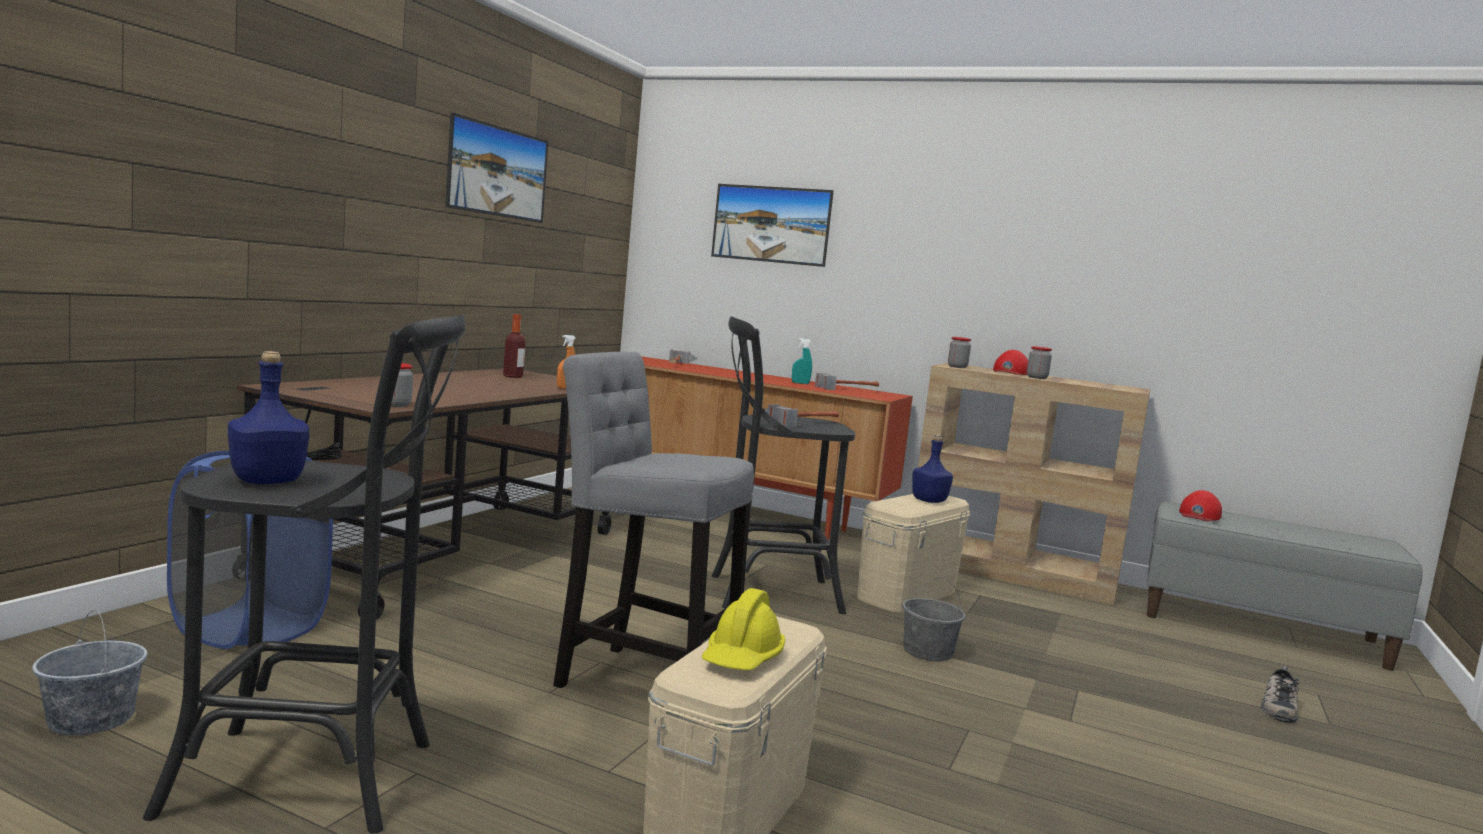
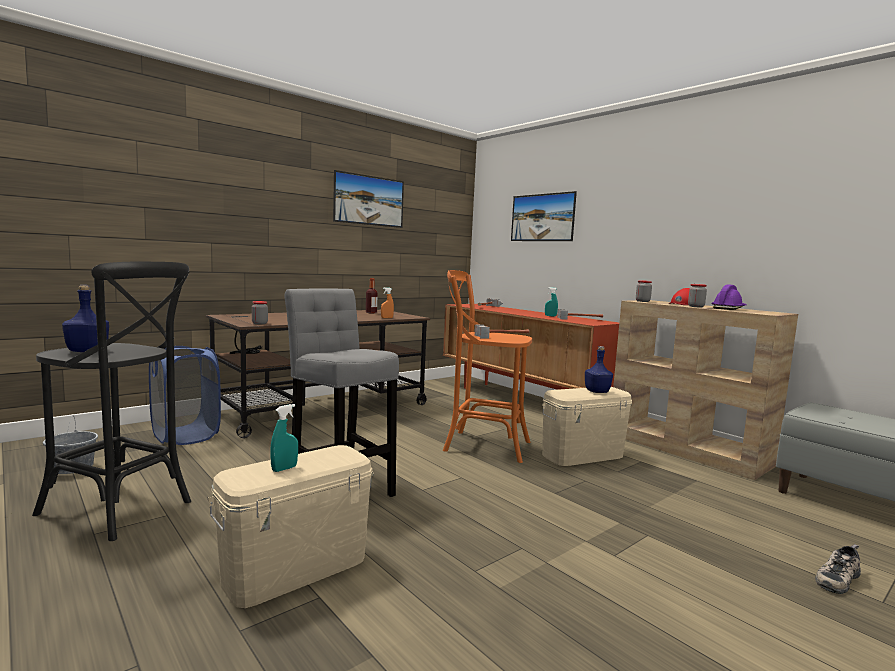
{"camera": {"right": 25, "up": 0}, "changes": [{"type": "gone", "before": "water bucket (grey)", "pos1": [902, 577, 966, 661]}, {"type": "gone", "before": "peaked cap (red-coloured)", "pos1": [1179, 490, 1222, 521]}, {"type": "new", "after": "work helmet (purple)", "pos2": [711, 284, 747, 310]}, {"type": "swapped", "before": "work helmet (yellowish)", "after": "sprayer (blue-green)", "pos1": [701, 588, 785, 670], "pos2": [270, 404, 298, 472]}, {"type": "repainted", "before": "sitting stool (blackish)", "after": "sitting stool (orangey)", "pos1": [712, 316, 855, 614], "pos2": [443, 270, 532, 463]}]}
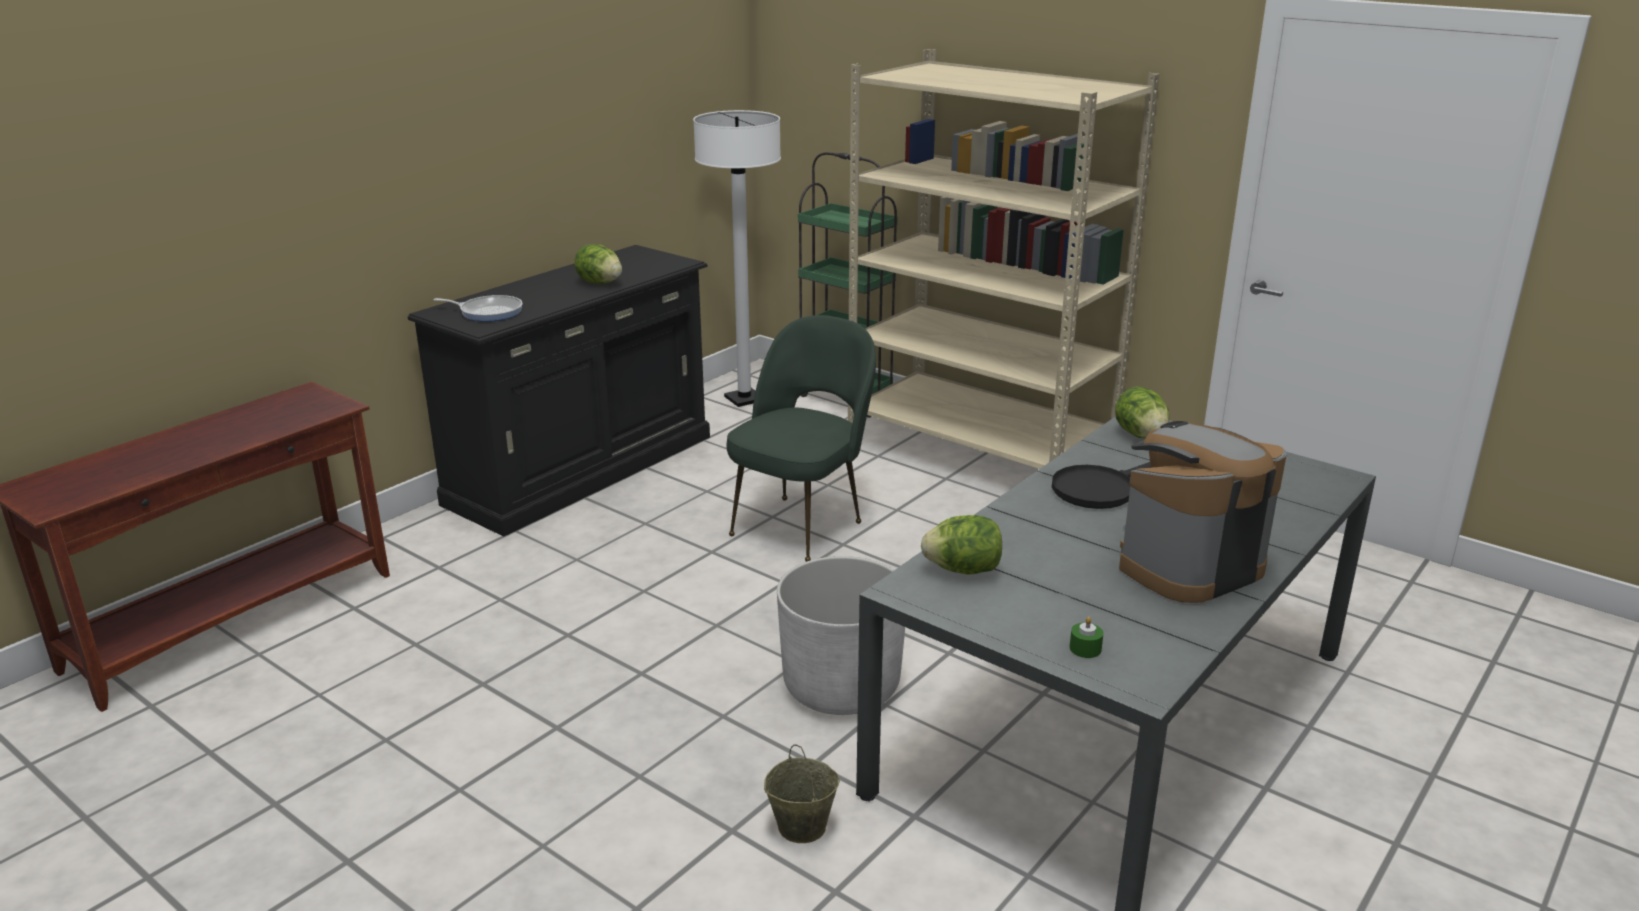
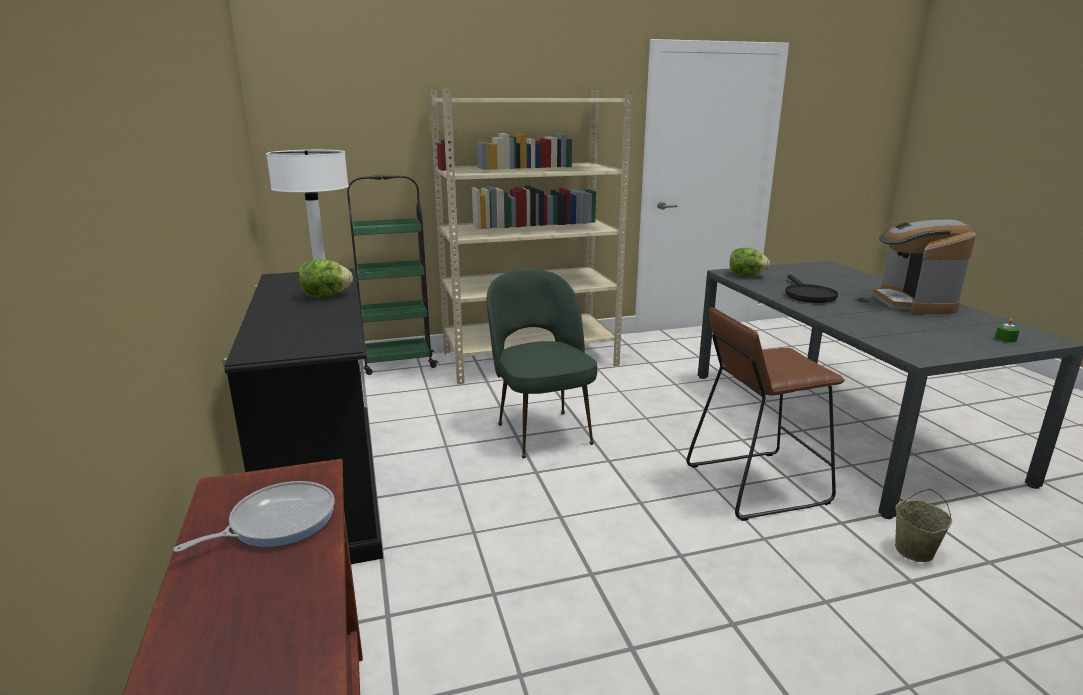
{"camera": {"right": -55, "up": -5}, "changes": [{"type": "gone", "before": "head of lettuce", "pos1": [921, 515, 1002, 575]}, {"type": "shifted", "before": "frying pan", "pos1": [434, 295, 523, 322], "pos2": [173, 481, 334, 552]}, {"type": "swapped", "before": "flower pot (white-coloured)", "after": "sitting stool (brownish)", "pos1": [777, 556, 905, 715], "pos2": [686, 307, 845, 521]}]}
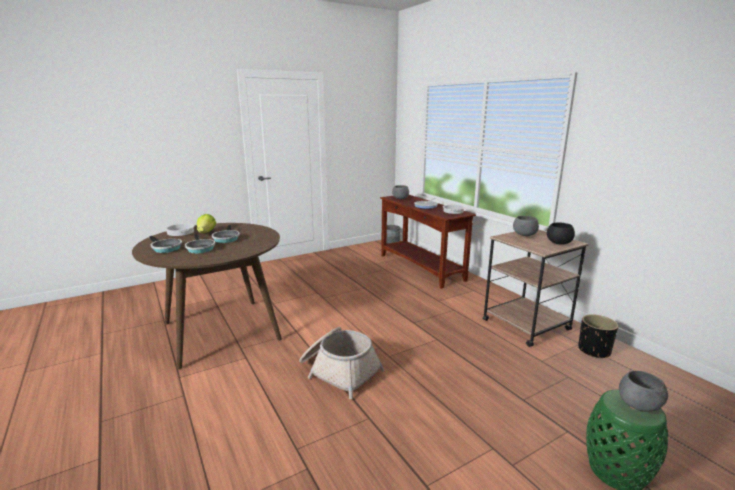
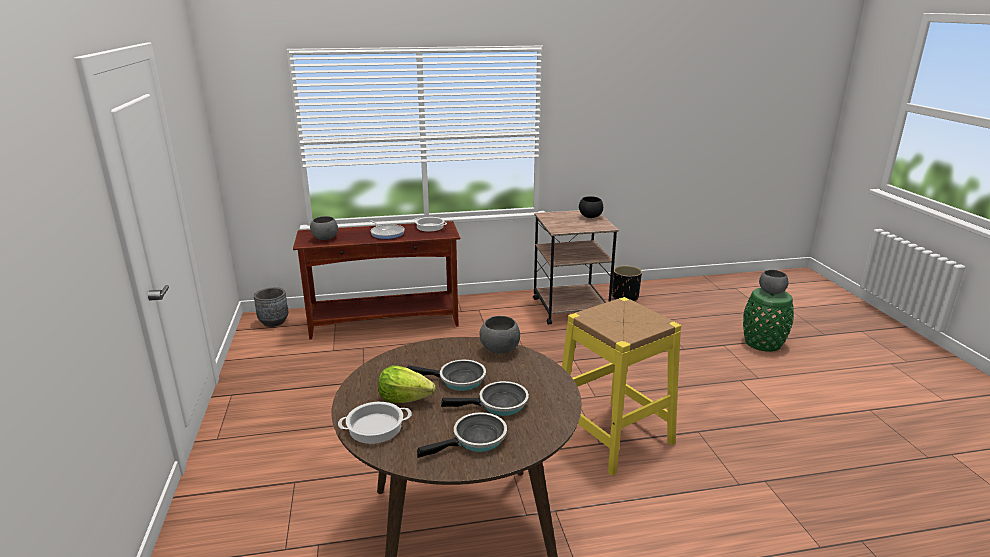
{"camera": {"right": -70, "up": 5}, "changes": [{"type": "shifted", "before": "deep dish (grey)", "pos1": [513, 216, 539, 236], "pos2": [480, 316, 520, 354]}, {"type": "swapped", "before": "basket", "after": "sitting stool (yellowish)", "pos1": [299, 327, 385, 399], "pos2": [562, 297, 681, 476]}]}
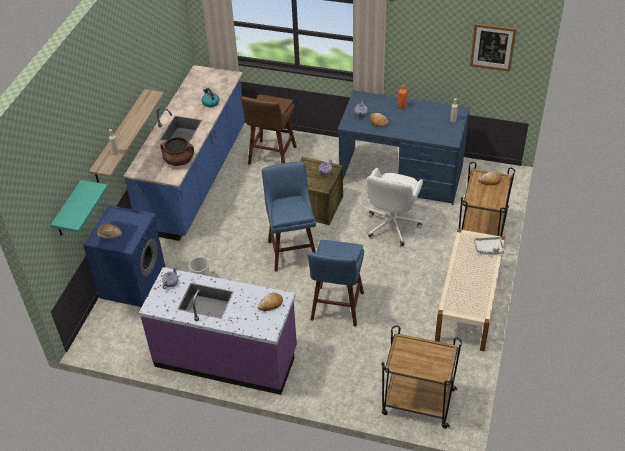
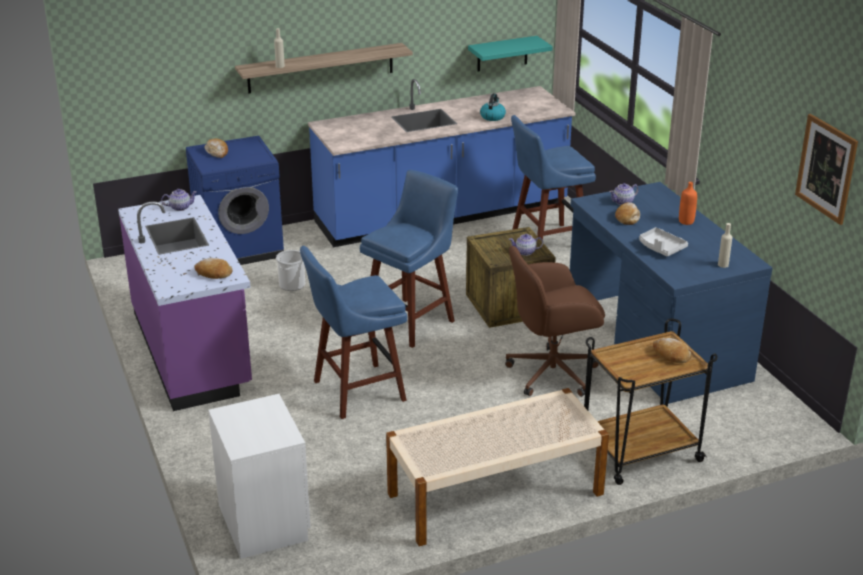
{"camera": {"right": 50, "up": -15}, "changes": [{"type": "gone", "before": "cooking pot (brownish)", "pos1": [160, 137, 194, 166]}, {"type": "shifted", "before": "wall shelf (blue-green)", "pos1": [51, 180, 108, 236], "pos2": [468, 36, 553, 71]}, {"type": "shifted", "before": "serving tray (grey)", "pos1": [474, 237, 505, 254], "pos2": [639, 227, 688, 257]}, {"type": "swapped", "before": "trolley (brownish)", "after": "nightstand (white-coloured)", "pos1": [381, 325, 462, 428], "pos2": [208, 394, 311, 559]}, {"type": "repainted", "before": "sitting stool (brownish)", "after": "sitting stool (blue)", "pos1": [241, 95, 297, 164], "pos2": [511, 115, 596, 240]}, {"type": "repainted", "before": "computer chair (white-coloured)", "after": "computer chair (brownish)", "pos1": [367, 168, 423, 246], "pos2": [505, 246, 605, 397]}]}
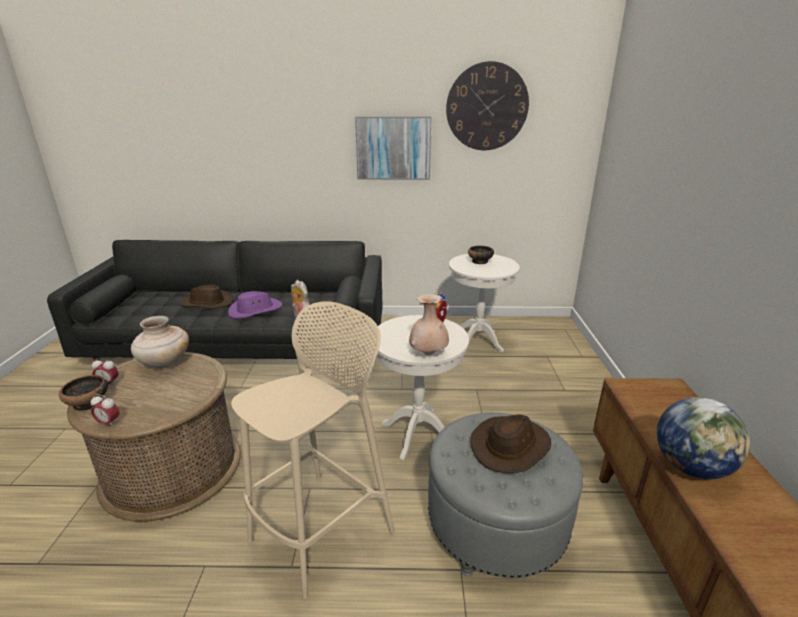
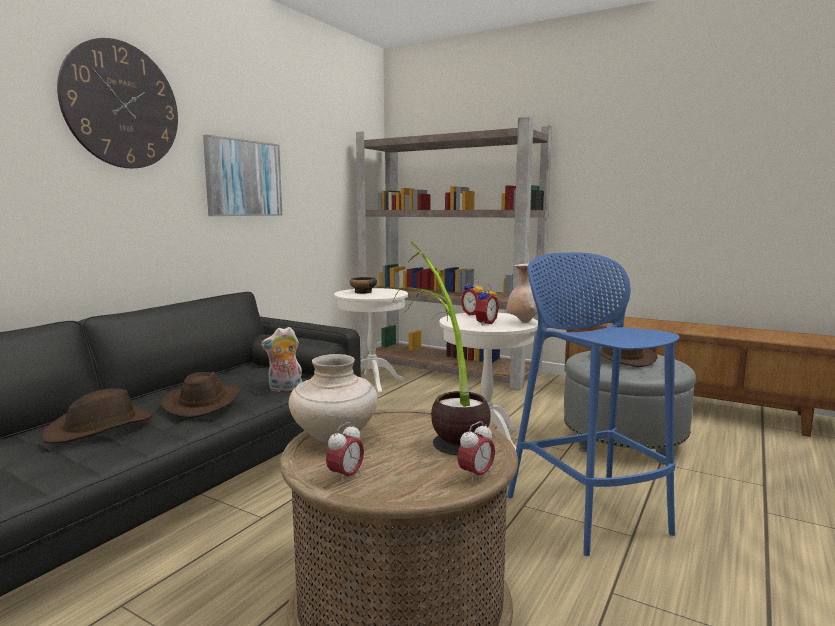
{"camera": {"right": -60, "up": -15}, "changes": [{"type": "gone", "before": "deep dish", "pos1": [59, 375, 108, 411]}, {"type": "gone", "before": "world globe", "pos1": [657, 397, 750, 479]}, {"type": "new", "after": "bookcase (brownish)", "pos2": [356, 117, 552, 390]}, {"type": "new", "after": "potted plant", "pos2": [392, 241, 491, 456]}, {"type": "new", "after": "table clock", "pos2": [474, 284, 499, 325]}, {"type": "shifted", "before": "clock on the wall", "pos1": [446, 61, 529, 150], "pos2": [57, 38, 178, 168]}, {"type": "repainted", "before": "wearable hat (purple)", "after": "wearable hat (brownish)", "pos1": [228, 291, 283, 318], "pos2": [161, 372, 242, 418]}, {"type": "repainted", "before": "sitting stool (beige)", "after": "sitting stool (blue)", "pos1": [231, 301, 395, 599], "pos2": [507, 252, 680, 556]}]}
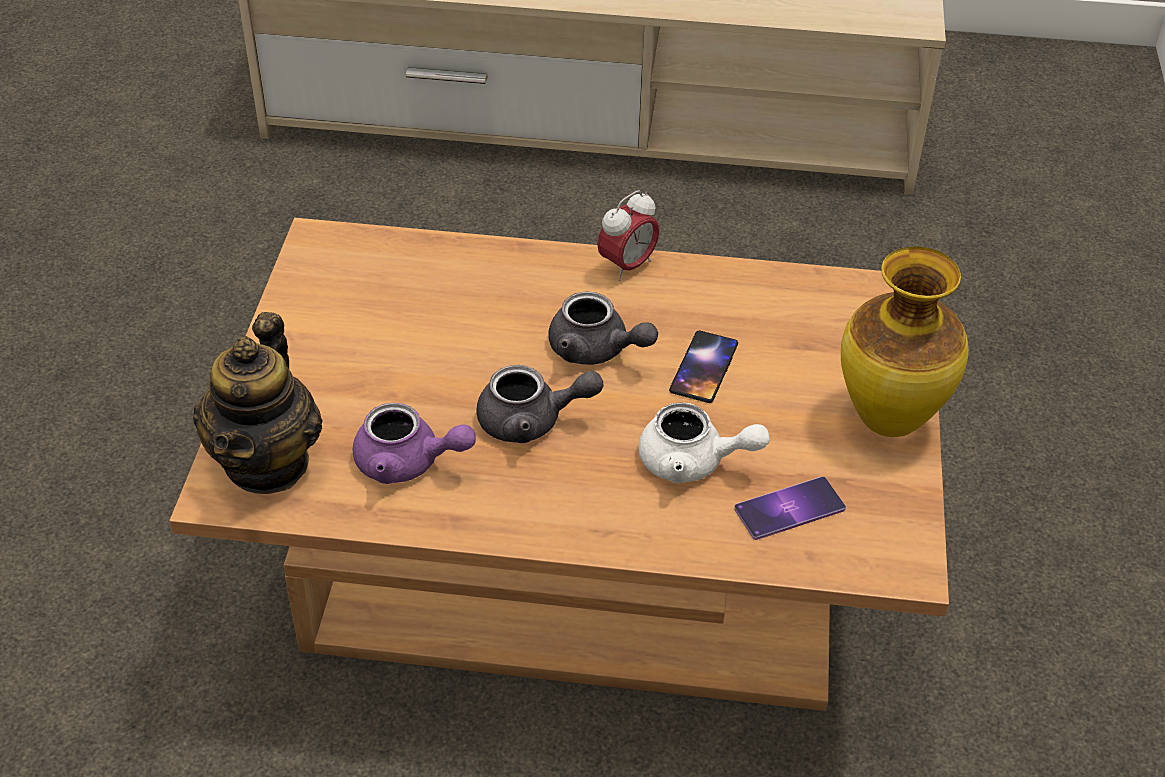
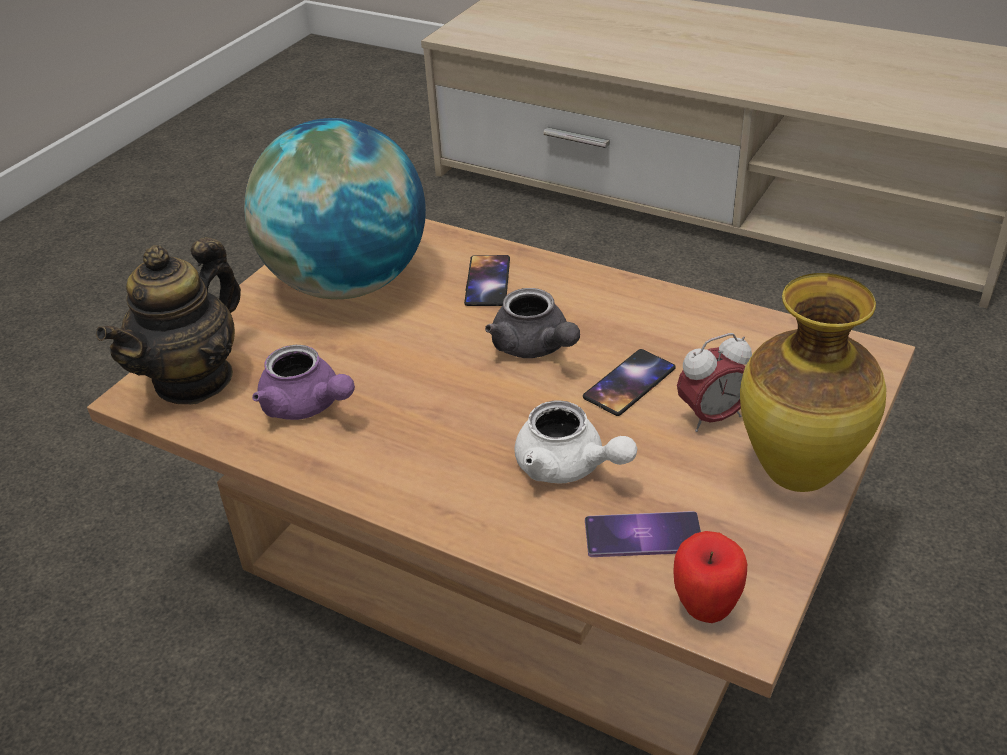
{"camera": {"right": 25, "up": -5}, "changes": [{"type": "gone", "before": "pot for tea (grey)", "pos1": [477, 365, 604, 443]}, {"type": "new", "after": "world globe", "pos2": [244, 118, 426, 299]}, {"type": "new", "after": "telephone", "pos2": [464, 255, 510, 306]}, {"type": "new", "after": "apple", "pos2": [673, 531, 747, 623]}, {"type": "shifted", "before": "table clock", "pos1": [597, 190, 660, 281], "pos2": [677, 333, 752, 432]}]}
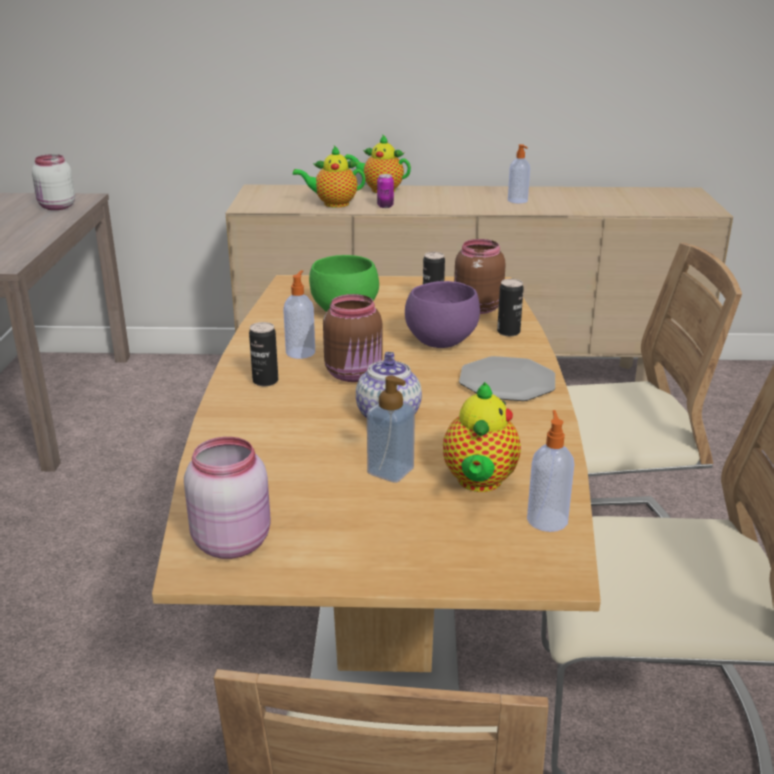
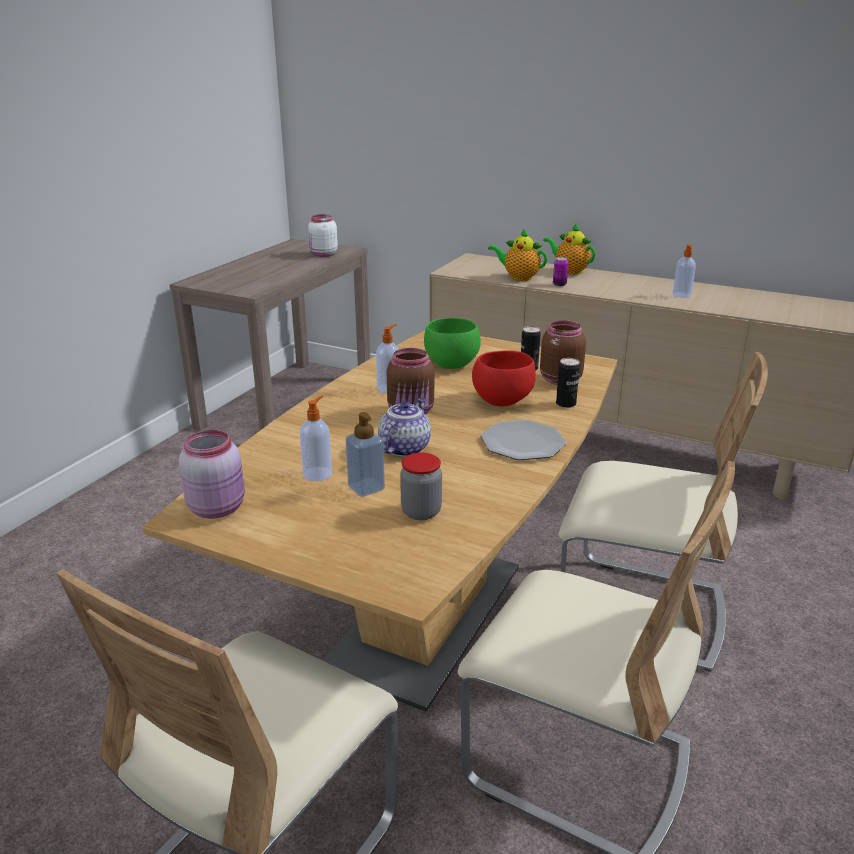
{"camera": {"right": 25, "up": 0}, "changes": [{"type": "gone", "before": "can", "pos1": [249, 322, 278, 386]}, {"type": "shifted", "before": "soap bottle", "pos1": [527, 410, 574, 532], "pos2": [300, 396, 332, 481]}, {"type": "swapped", "before": "pot for tea", "after": "preserve jar", "pos1": [443, 382, 521, 492], "pos2": [400, 453, 442, 520]}, {"type": "repainted", "before": "deep dish (purple)", "after": "deep dish (red-coloured)", "pos1": [405, 281, 480, 348], "pos2": [472, 350, 536, 407]}]}
